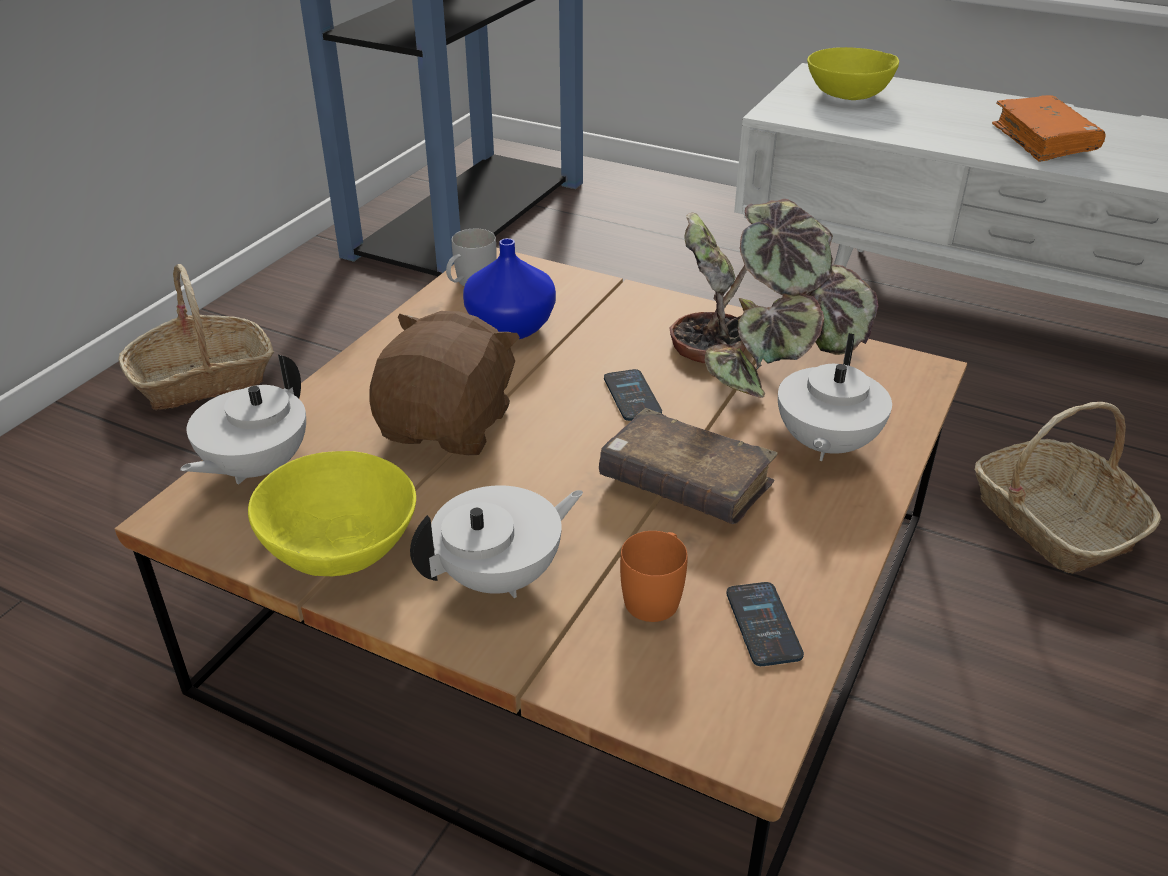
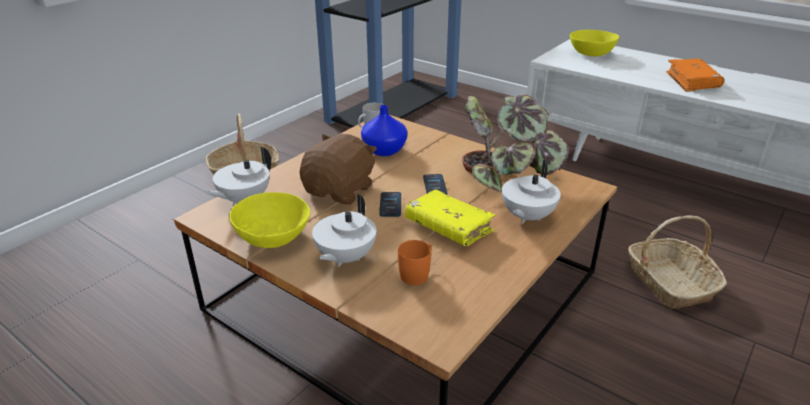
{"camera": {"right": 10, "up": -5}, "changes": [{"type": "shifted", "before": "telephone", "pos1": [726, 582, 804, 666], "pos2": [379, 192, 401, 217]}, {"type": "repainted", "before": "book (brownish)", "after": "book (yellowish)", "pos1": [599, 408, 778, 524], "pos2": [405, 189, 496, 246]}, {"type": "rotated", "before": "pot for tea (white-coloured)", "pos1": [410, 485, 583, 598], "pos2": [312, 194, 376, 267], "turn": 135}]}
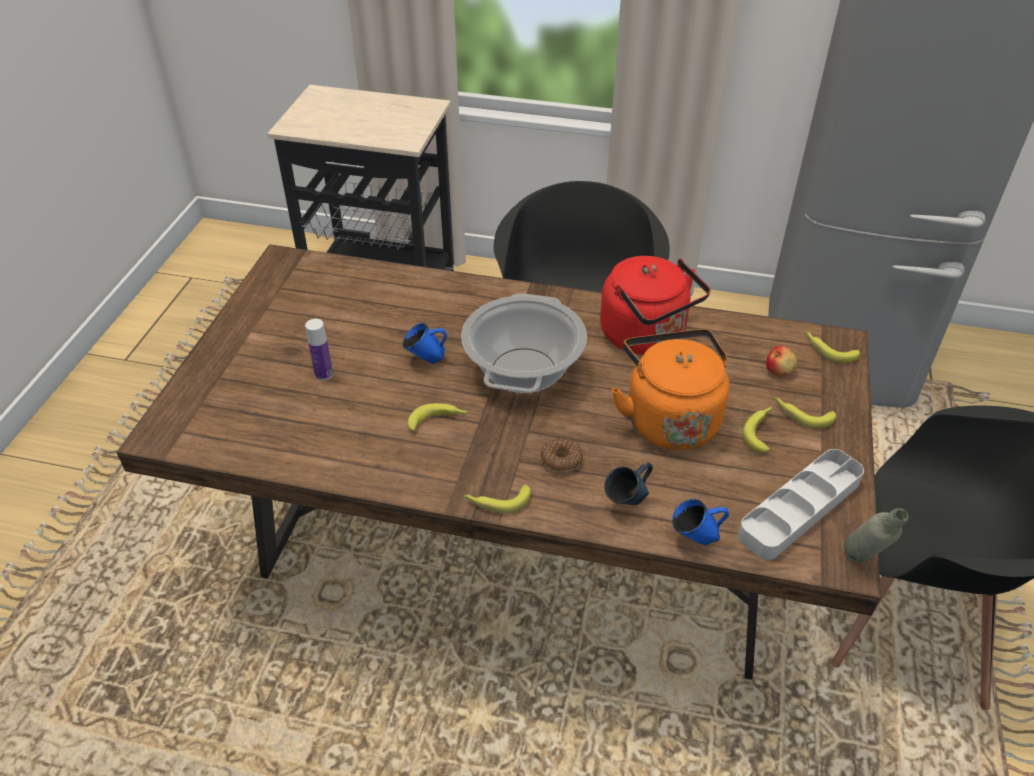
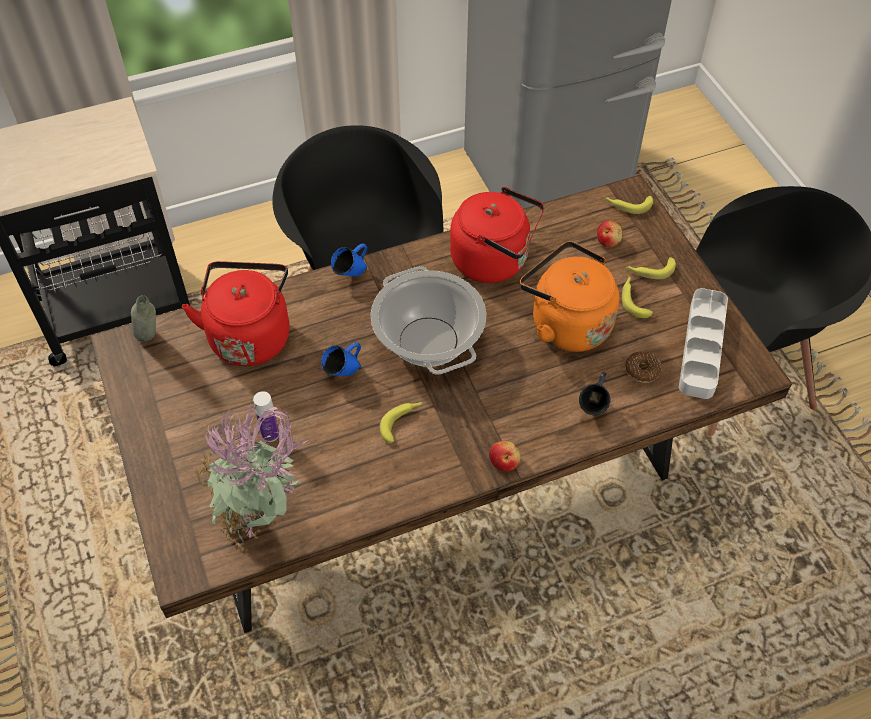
{"camera": {"right": -35, "up": 10}, "changes": [{"type": "new", "after": "tea kettle (red-coloured)", "pos2": [182, 261, 290, 366]}, {"type": "new", "after": "potted plant", "pos2": [195, 404, 308, 547]}, {"type": "shifted", "before": "ring doughnut", "pos1": [541, 438, 583, 473], "pos2": [625, 351, 662, 383]}, {"type": "shifted", "before": "coffee mug (blue)", "pos1": [672, 499, 729, 545], "pos2": [331, 244, 367, 277]}, {"type": "shifted", "before": "bottle (grey)", "pos1": [844, 508, 908, 563], "pos2": [131, 295, 156, 342]}, {"type": "swapped", "before": "banana", "after": "apple", "pos1": [464, 484, 531, 513], "pos2": [489, 441, 520, 471]}]}
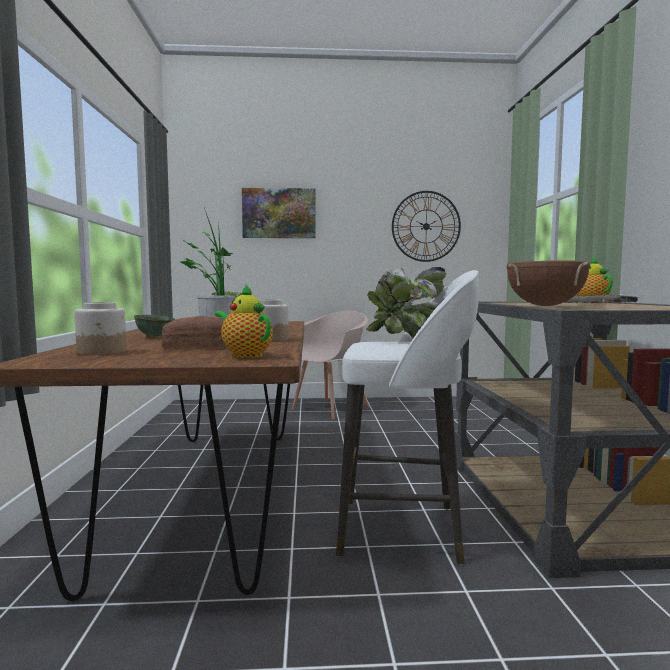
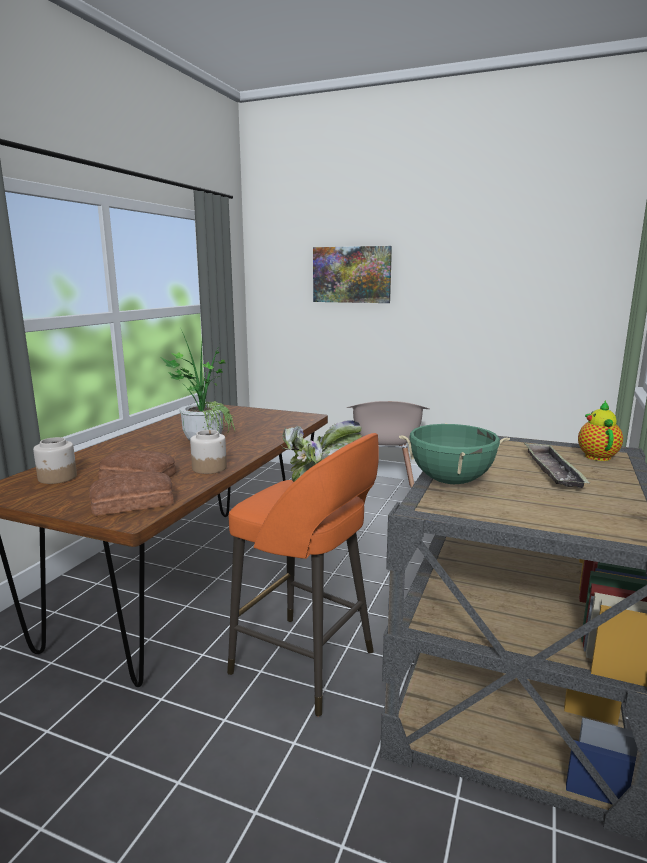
{"camera": {"right": 25, "up": 10}, "changes": [{"type": "gone", "before": "deep dish (greenish)", "pos1": [134, 315, 175, 339]}, {"type": "gone", "before": "clock on the wall", "pos1": [392, 191, 461, 262]}, {"type": "swapped", "before": "pot for tea", "after": "bakery bread", "pos1": [215, 285, 273, 358], "pos2": [89, 472, 173, 516]}, {"type": "repainted", "before": "sitting stool (white-coloured)", "after": "sitting stool (orangey)", "pos1": [336, 270, 479, 565], "pos2": [227, 433, 379, 717]}, {"type": "repainted", "before": "cooking pot (brownish)", "after": "cooking pot (greenish)", "pos1": [506, 260, 590, 306], "pos2": [399, 423, 510, 484]}, {"type": "rotated", "before": "plain chair (beige)", "pos1": [292, 311, 369, 420], "pos2": [346, 401, 429, 488], "turn": 120}]}
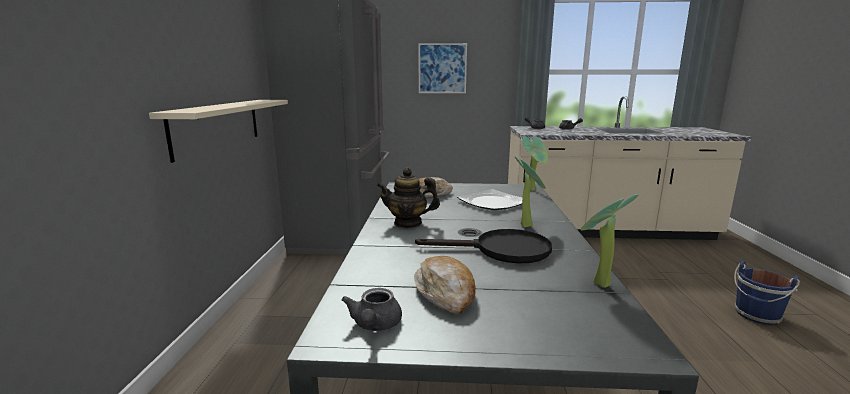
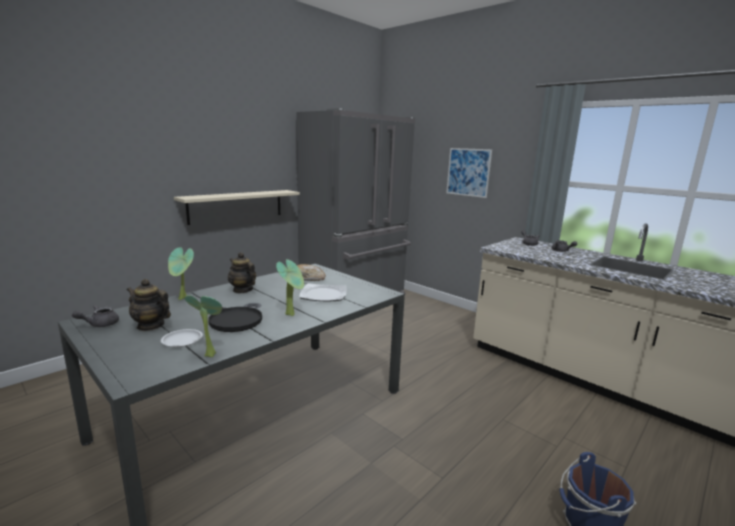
{"camera": {"right": 40, "up": 0}, "changes": [{"type": "new", "after": "flat dish (white-coloured)", "pos2": [161, 329, 203, 347]}, {"type": "shifted", "before": "potted plant", "pos1": [522, 136, 548, 191], "pos2": [168, 247, 194, 300]}, {"type": "swapped", "before": "bakery bread", "after": "pot for tea", "pos1": [414, 256, 476, 314], "pos2": [127, 279, 171, 331]}]}
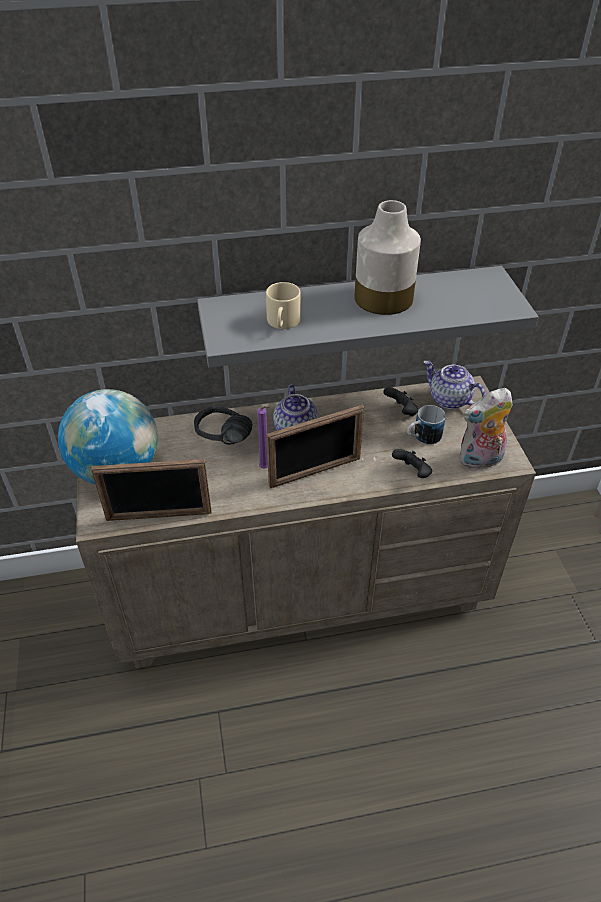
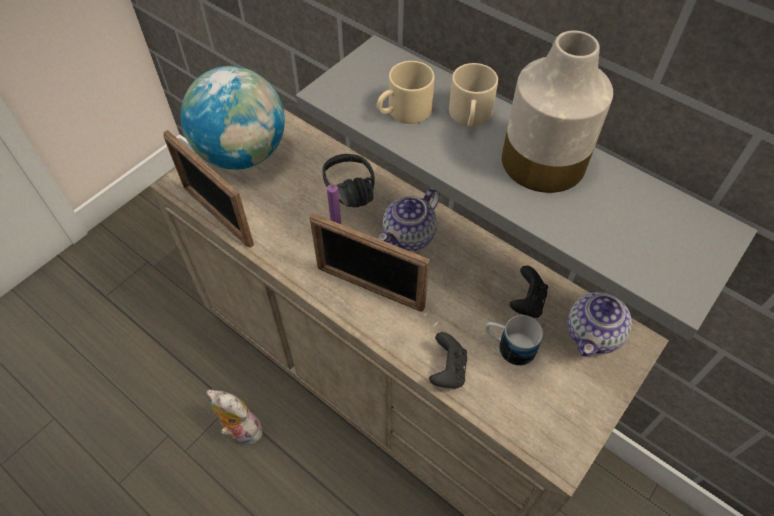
{"camera": {"right": 50, "up": 10}, "changes": [{"type": "new", "after": "coffee mug (beige)", "pos2": [449, 63, 498, 127]}, {"type": "shifted", "before": "soft toy", "pos1": [459, 388, 513, 470], "pos2": [207, 389, 262, 446]}, {"type": "rotated", "before": "pot for tea", "pos1": [424, 360, 486, 409], "pos2": [568, 292, 632, 357], "turn": -150}]}
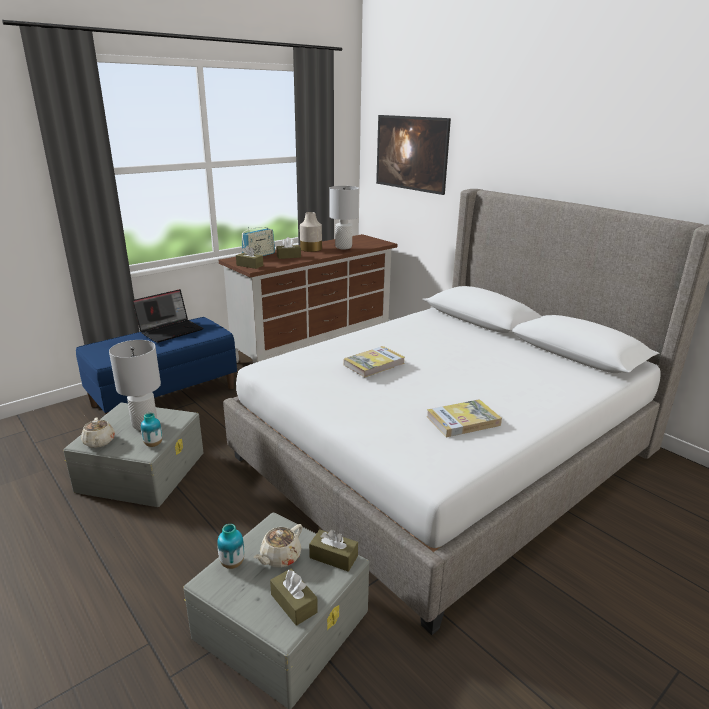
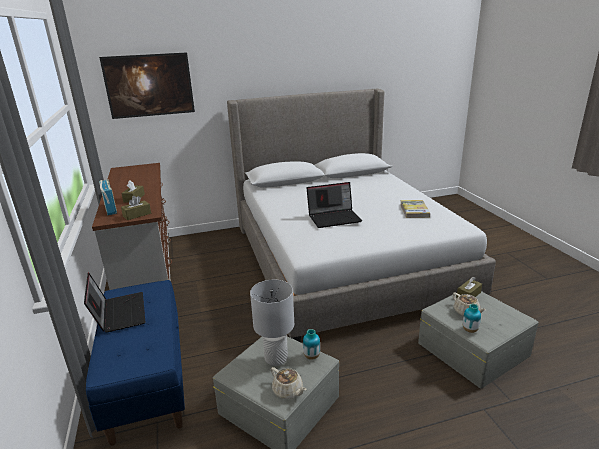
{"camera": {"right": -65, "up": 0}, "changes": [{"type": "gone", "before": "tissue box (brownish)", "pos1": [270, 568, 318, 626]}, {"type": "gone", "before": "flower vase (beige)", "pos1": [300, 212, 322, 252]}, {"type": "gone", "before": "table lamp (grey)", "pos1": [329, 186, 359, 250]}, {"type": "swapped", "before": "book", "after": "portable computer", "pos1": [344, 346, 405, 377], "pos2": [307, 182, 362, 228]}, {"type": "rotated", "before": "pot for tea (beige)", "pos1": [81, 417, 115, 448], "pos2": [271, 367, 307, 399], "turn": 45}]}
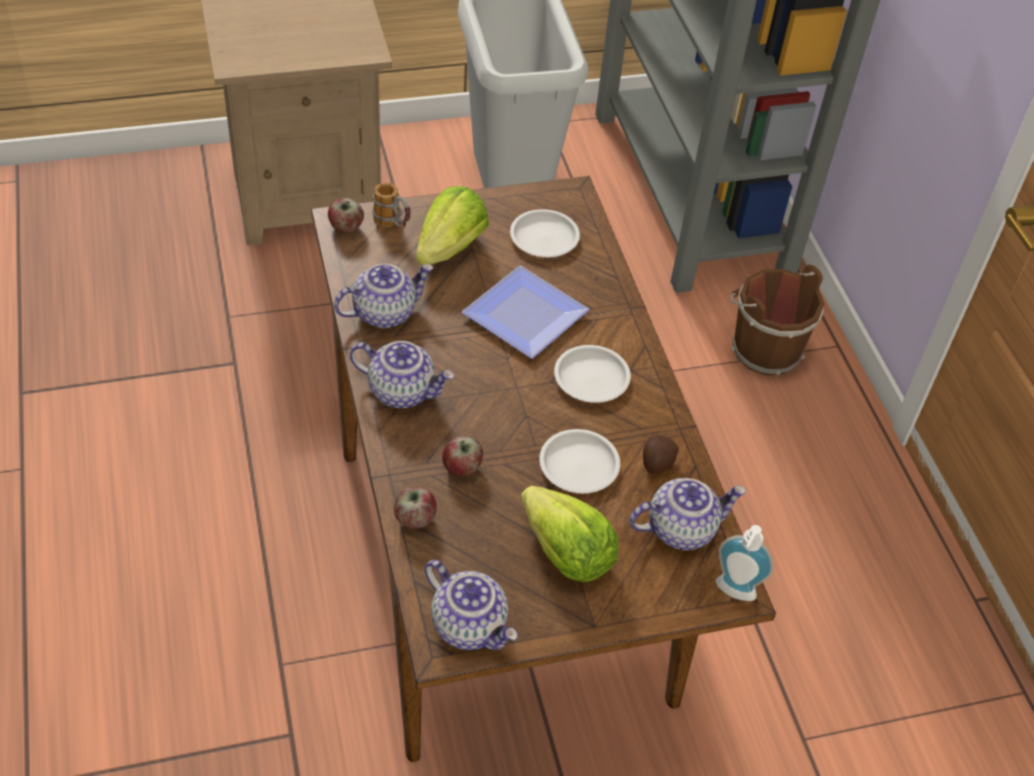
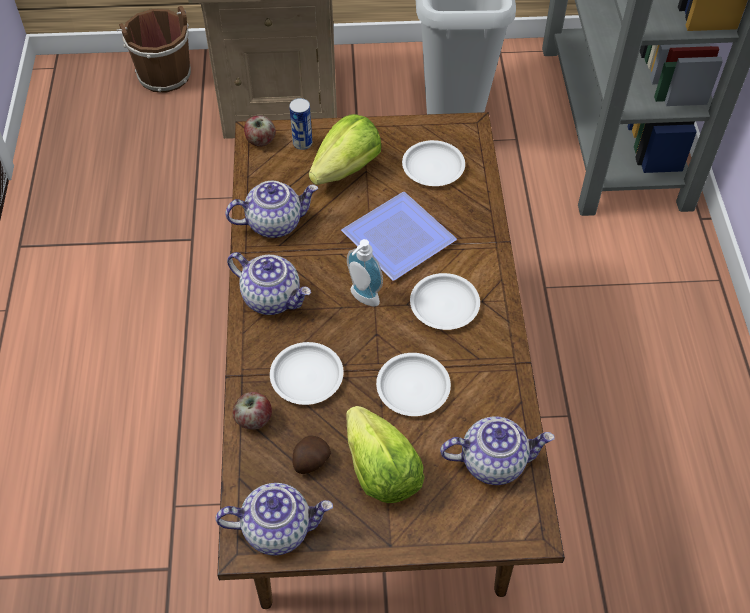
{"camera": {"right": 15, "up": 5}, "changes": [{"type": "shifted", "before": "spud", "pos1": [643, 435, 679, 474], "pos2": [292, 436, 331, 474]}, {"type": "shifted", "before": "soap bottle", "pos1": [716, 525, 774, 601], "pos2": [347, 239, 383, 307]}, {"type": "shifted", "before": "water bucket (brownish)", "pos1": [730, 265, 825, 375], "pos2": [117, 6, 191, 93]}, {"type": "swapped", "before": "coffee mug", "after": "can", "pos1": [372, 182, 411, 229], "pos2": [289, 98, 312, 150]}, {"type": "swapped", "before": "apple", "after": "flat dish (white-coloured)", "pos1": [442, 436, 483, 477], "pos2": [270, 342, 344, 405]}, {"type": "rotated", "before": "pot for tea", "pos1": [425, 560, 518, 650], "pos2": [216, 483, 333, 556], "turn": -60}]}
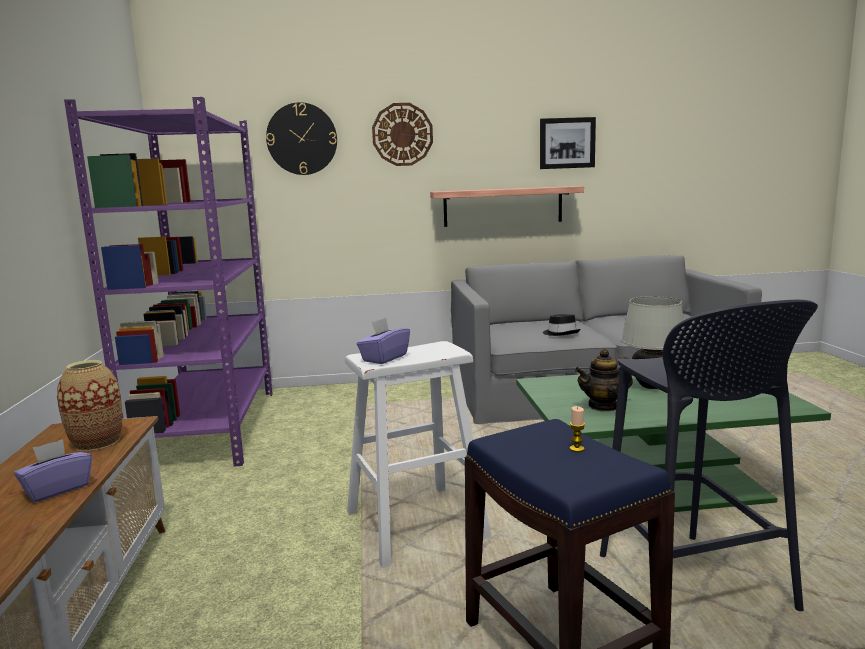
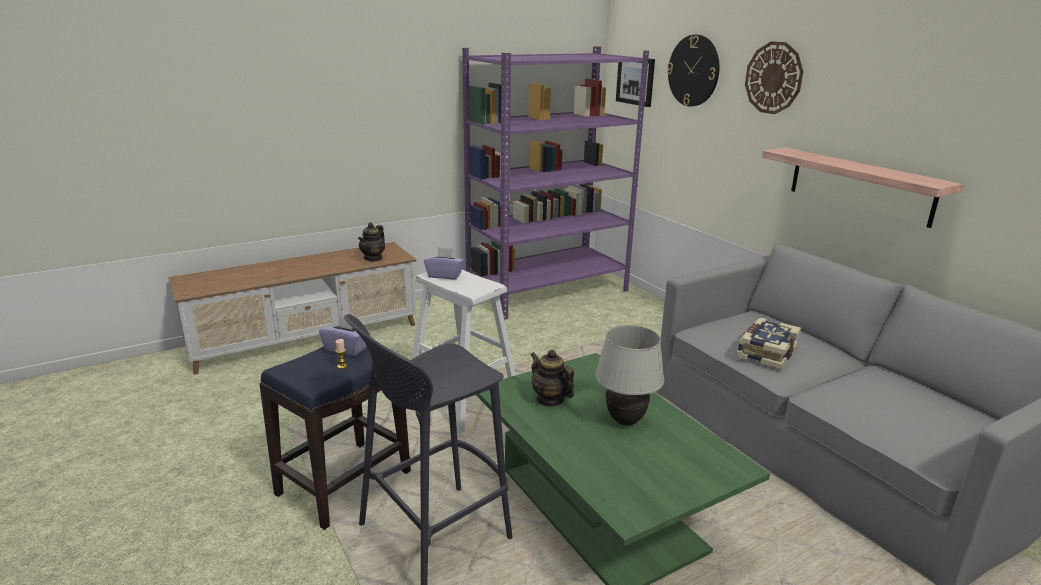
{"camera": {"right": 65, "up": 10}, "changes": [{"type": "shifted", "before": "tissue box (purple)", "pos1": [14, 439, 92, 503], "pos2": [319, 315, 370, 356]}, {"type": "shifted", "before": "picture", "pos1": [540, 117, 596, 169], "pos2": [616, 58, 655, 107]}, {"type": "swapped", "before": "flower vase", "after": "pot for tea", "pos1": [57, 360, 122, 451], "pos2": [358, 222, 385, 261]}, {"type": "swapped", "before": "wearable hat (blackish)", "after": "book", "pos1": [543, 314, 580, 336], "pos2": [737, 317, 801, 370]}]}
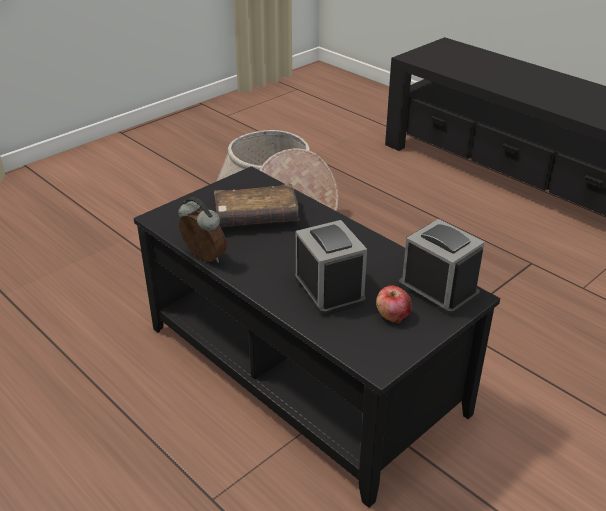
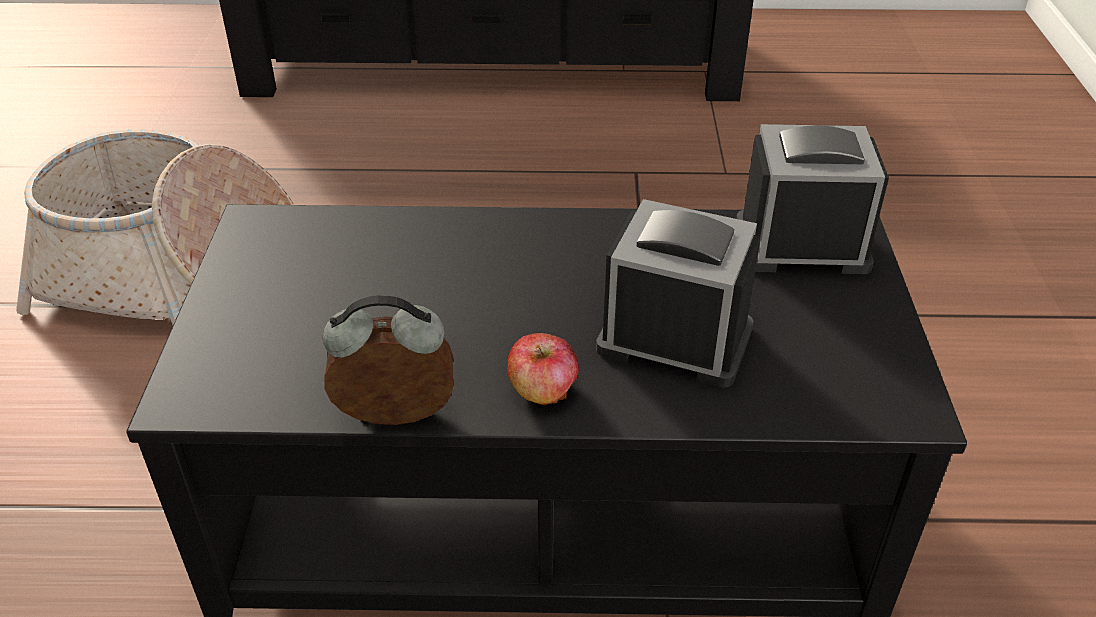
{"camera": {"right": -45, "up": 5}, "changes": [{"type": "gone", "before": "book (brownish)", "pos1": [214, 184, 299, 227]}, {"type": "shifted", "before": "apple", "pos1": [376, 286, 412, 323], "pos2": [507, 333, 579, 405]}]}
